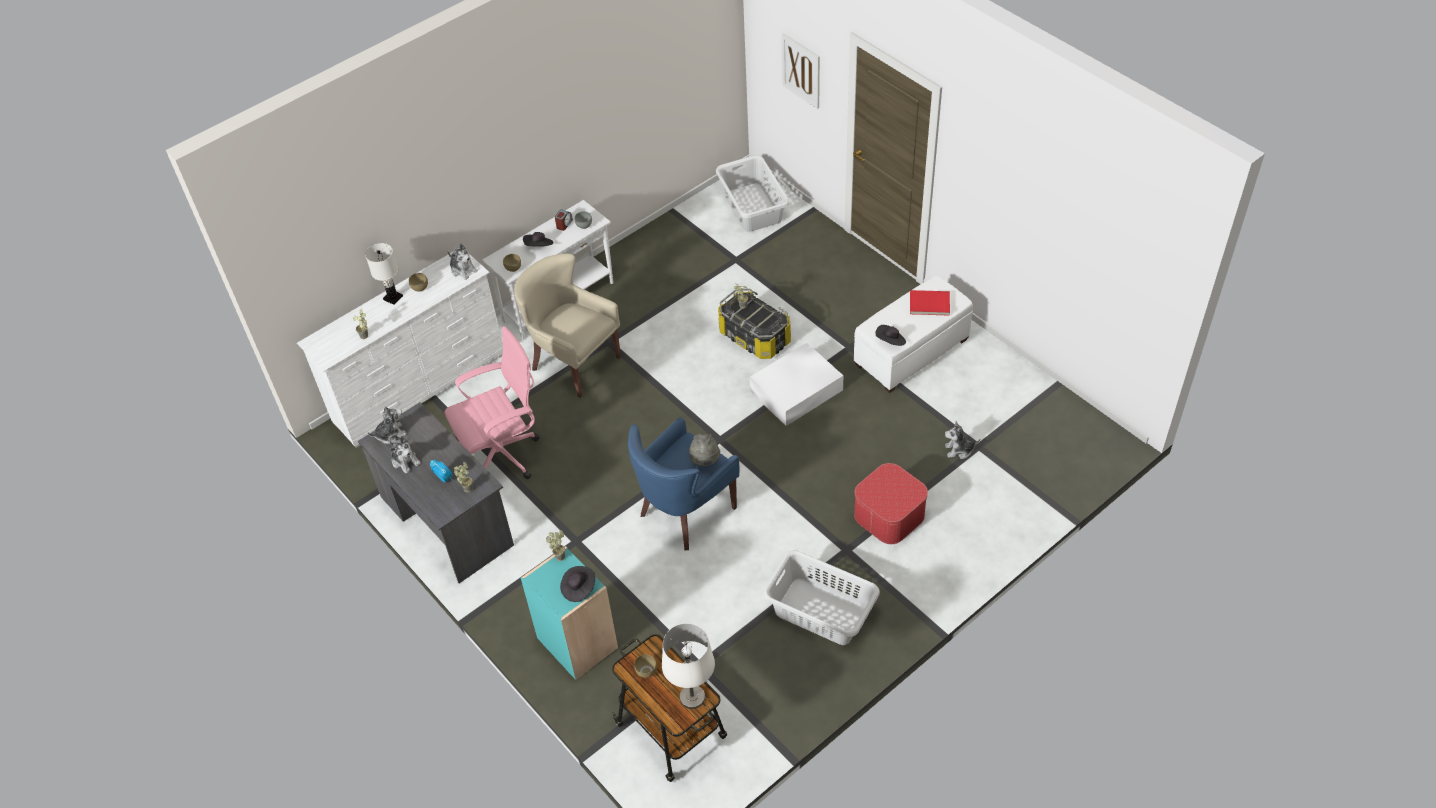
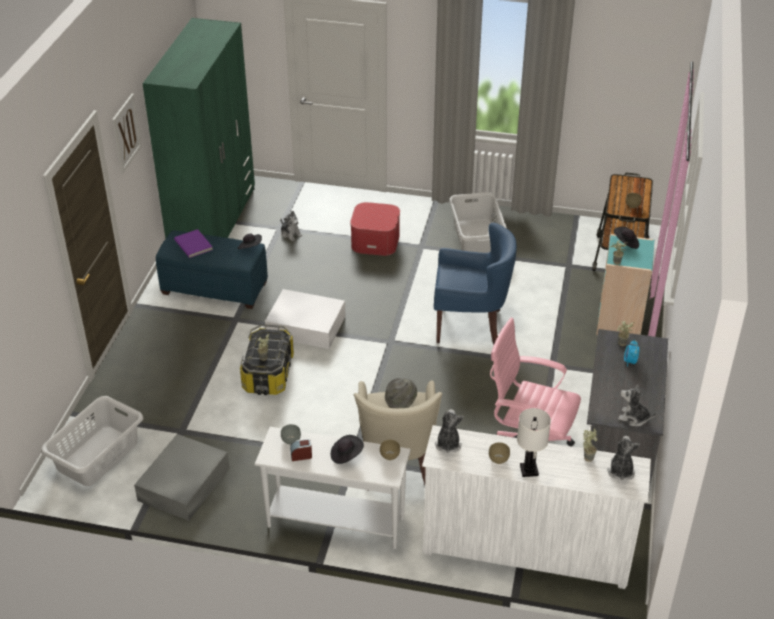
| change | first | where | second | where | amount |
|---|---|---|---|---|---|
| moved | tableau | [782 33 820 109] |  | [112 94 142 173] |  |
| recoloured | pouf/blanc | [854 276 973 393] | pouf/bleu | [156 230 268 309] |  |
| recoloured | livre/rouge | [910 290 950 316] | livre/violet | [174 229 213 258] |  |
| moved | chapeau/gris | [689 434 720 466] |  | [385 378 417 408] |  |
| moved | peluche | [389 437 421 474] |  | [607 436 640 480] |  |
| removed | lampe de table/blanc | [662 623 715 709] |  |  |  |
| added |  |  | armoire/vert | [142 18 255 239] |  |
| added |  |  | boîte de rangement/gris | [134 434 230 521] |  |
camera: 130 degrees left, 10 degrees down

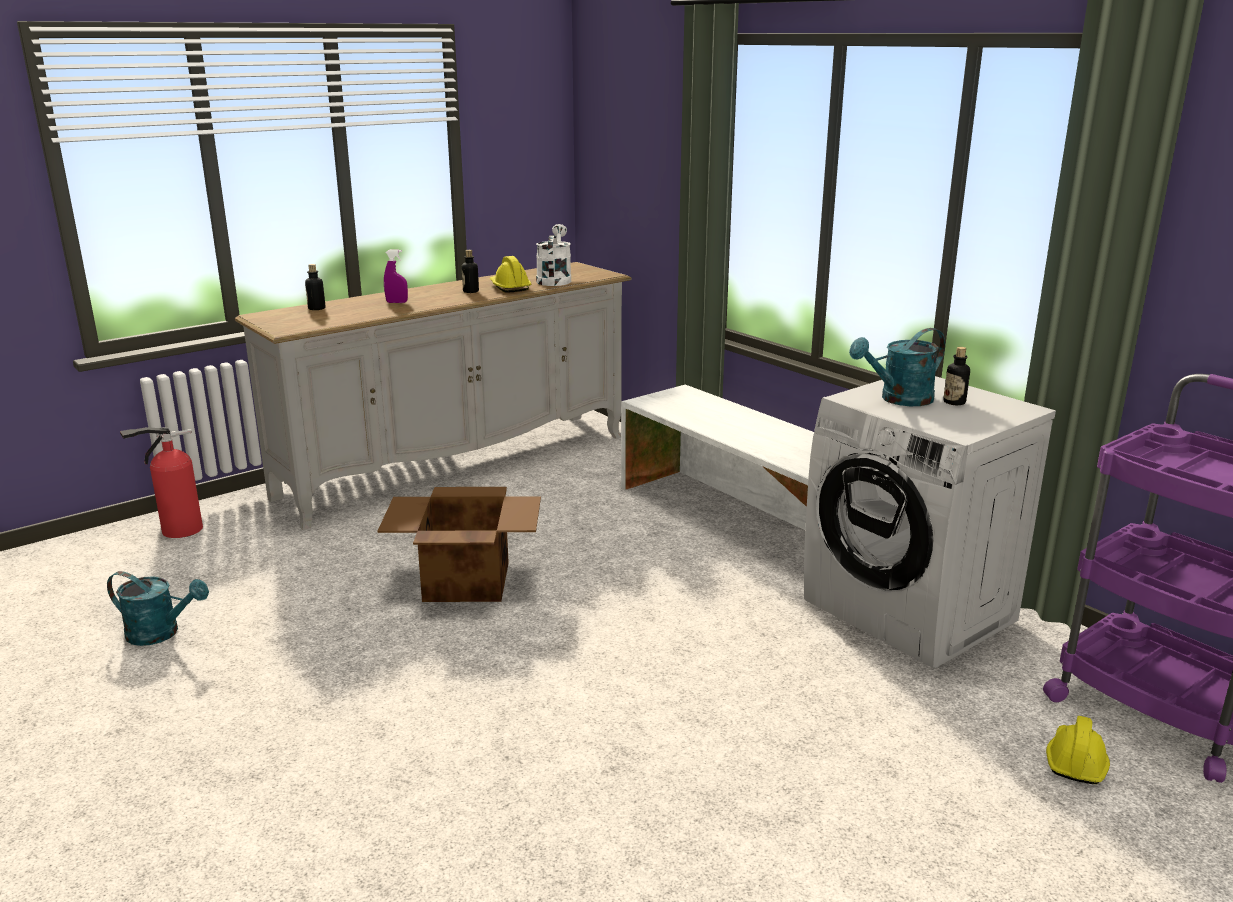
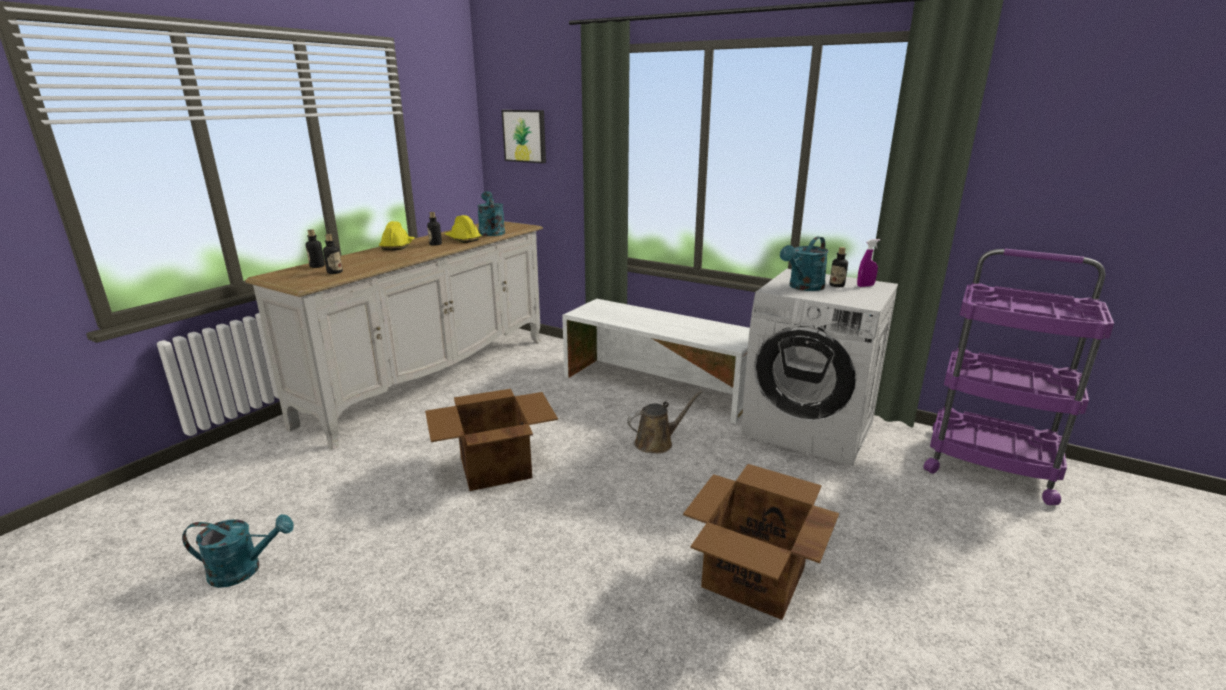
| change | first | where | second | where | amount |
|---|---|---|---|---|---|
| recoloured | arrosoir/blanc | [536 224 571 286] | arrosoir/turquoise | [477 191 505 236] |  |
| moved | vaporisateur/violet | [384 249 408 303] |  | [857 239 880 287] |  |
| removed | extincteur | [120 427 203 538] |  |  |  |
| moved | casque de chantier/jaune | [1046 716 1110 784] |  | [379 221 414 250] |  |
| added |  |  | tableau | [501 110 546 163] |  |
| added |  |  | bouteille | [323 234 343 274] |  |
| added |  |  | arrosoir/marron | [627 391 703 453] |  |
| added |  |  | carton | [683 464 839 620] |  |
camera: 20 degrees left, 0 degrees up

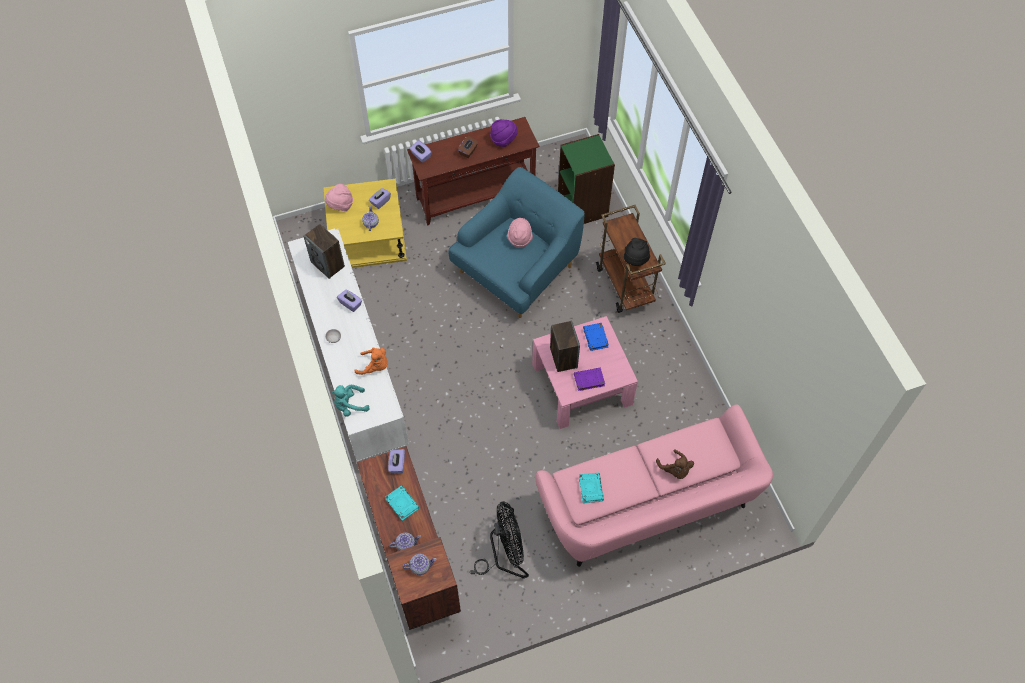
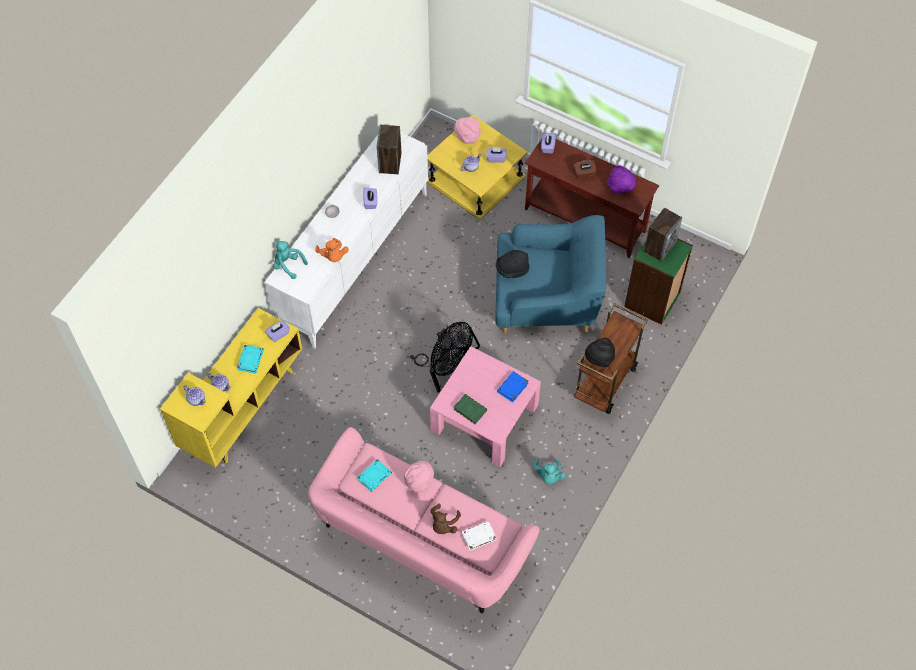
| change | first | where | second | where | amount |
|---|---|---|---|---|---|
| moved | chapeau/rose | [507 218 533 248] |  | [403 461 434 492] |  |
| moved | enceinte | [550 320 580 372] |  | [644 208 682 262] |  |
| recoloured | livre/violet | [574 368 605 391] | livre/vert | [453 394 487 424] |  |
| recoloured | meuble télé/marron | [357 446 461 630] | meuble télé/jaune | [160 308 302 468] |  |
| moved | ventilateur/noir | [470 501 529 579] |  | [410 322 480 393] |  |
| added |  |  | chapeau/noir | [496 250 529 278] |  |
| added |  |  | peluche/turquoise | [534 458 565 484] |  |
| added |  |  | livre/blanc | [462 521 496 551] |  |
camera: 50 degrees right, 0 degrees up

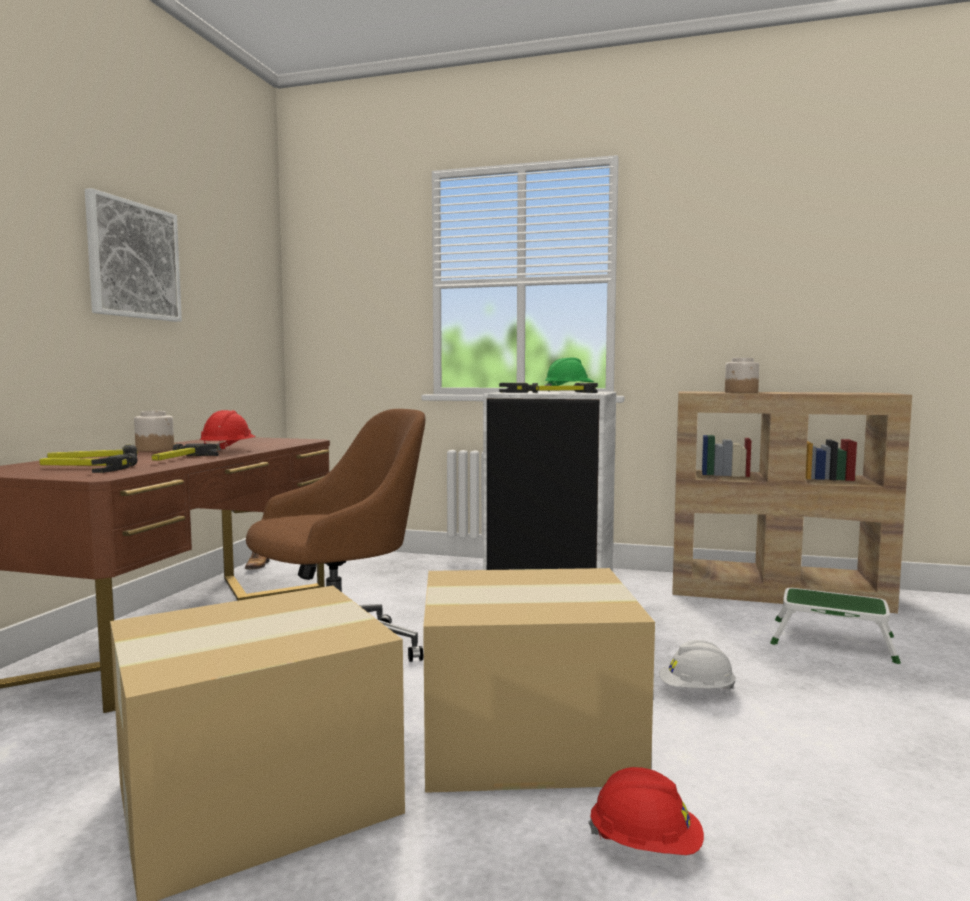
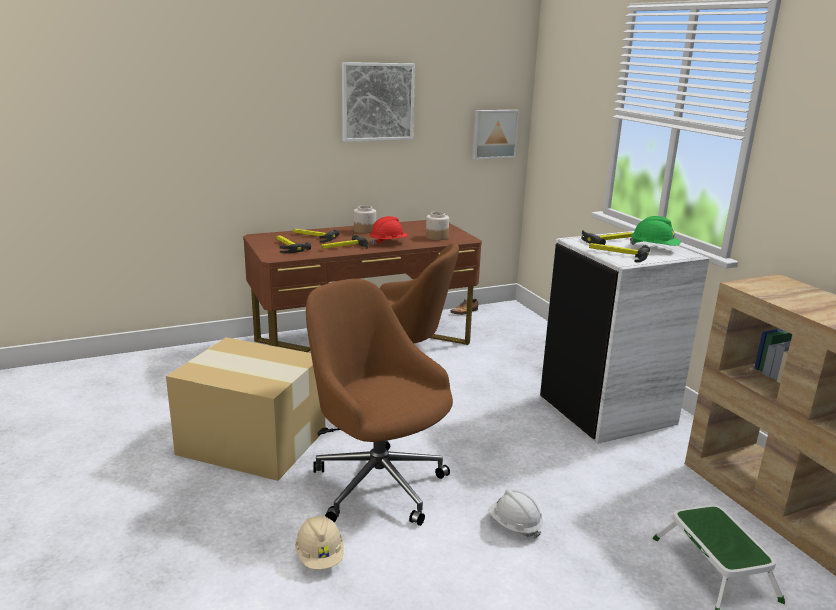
| change | first | where | second | where | amount |
|---|---|---|---|---|---|
| moved | bocal | [725 358 759 393] |  | [426 212 449 240] |  |
| replaced | carton | [423 568 655 793] | chaise de bureau/marron | [306 279 453 526] |  |
| recoloured | casque de chantier/rouge | [588 767 704 855] | casque de chantier/beige | [295 515 344 570] |  |
| added |  |  | tableau | [472 110 519 159] |  |
camera: 50 degrees right, 15 degrees up

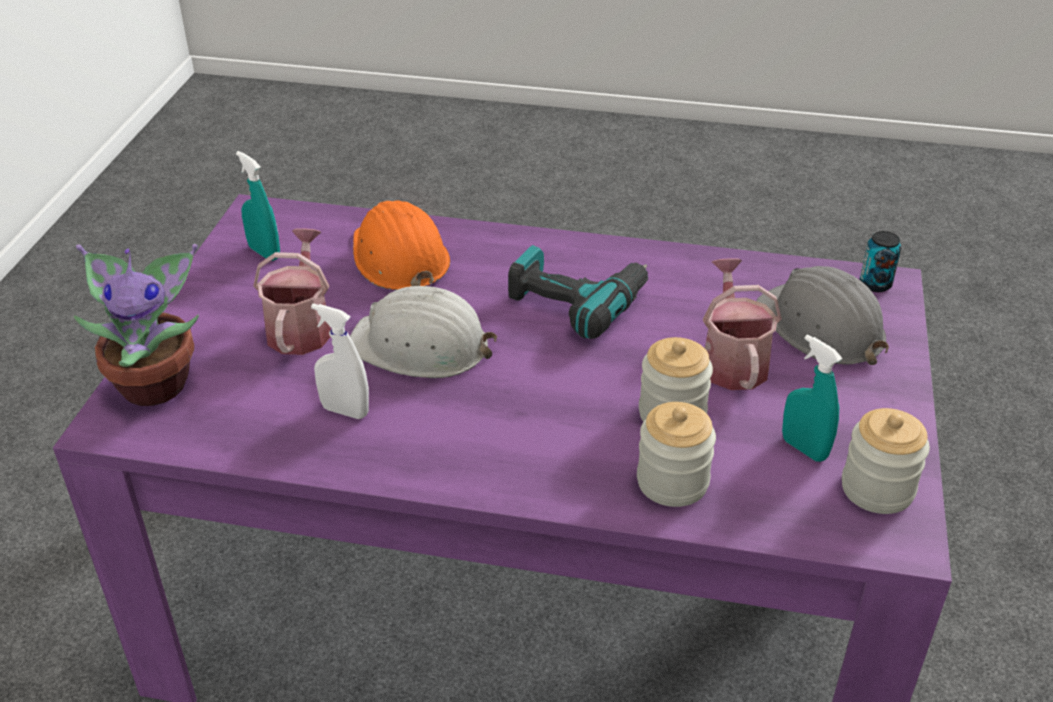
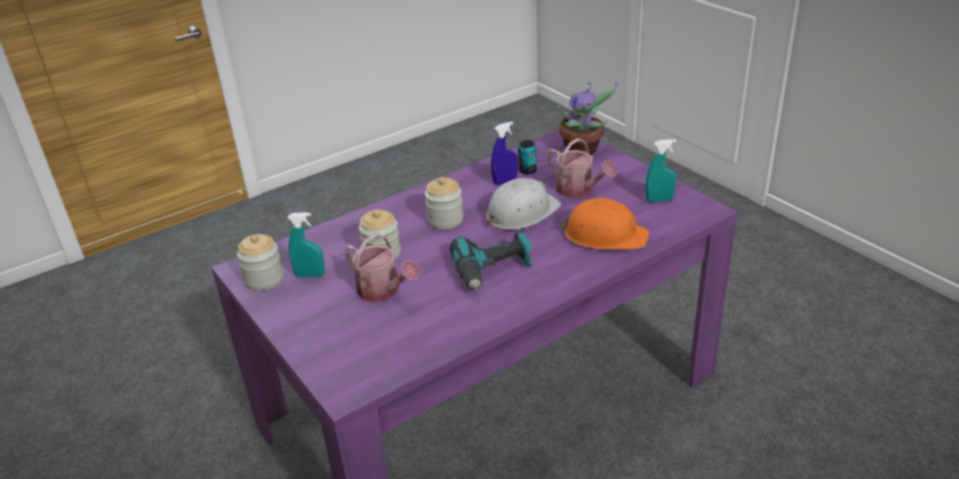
| change | first | where | second | where | amount |
|---|---|---|---|---|---|
| moved | boîte métallique | [860 231 901 292] |  | [518 140 537 174] |  |
| removed | casque de chantier/gris | [757 266 889 365] |  |  |  |
| recoloured | vaporisateur/blanc | [311 304 369 419] | vaporisateur/bleu | [491 122 518 185] |  |
| moved | bocal | [637 402 716 507] |  | [425 177 463 229] |  |
camera: 135 degrees right, 5 degrees down

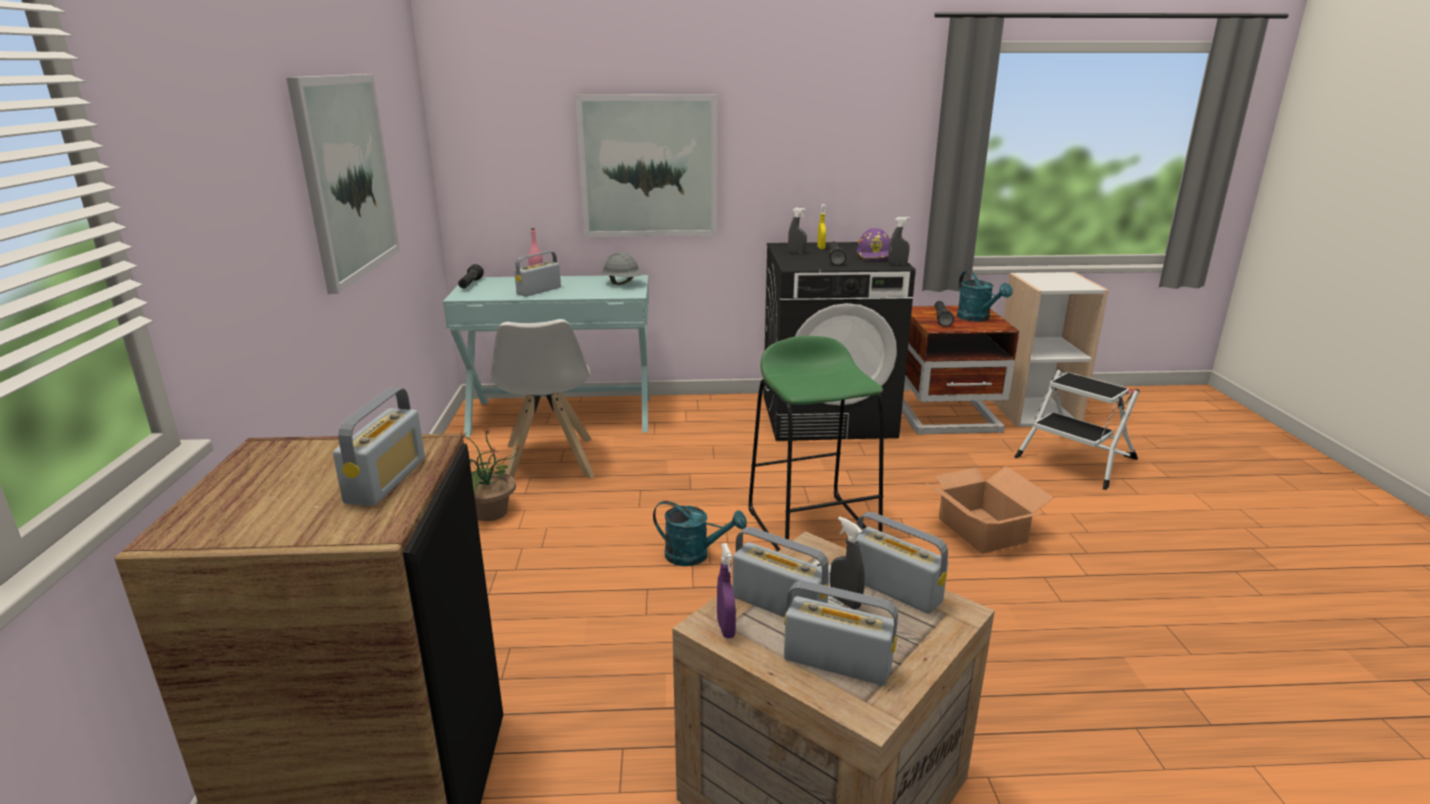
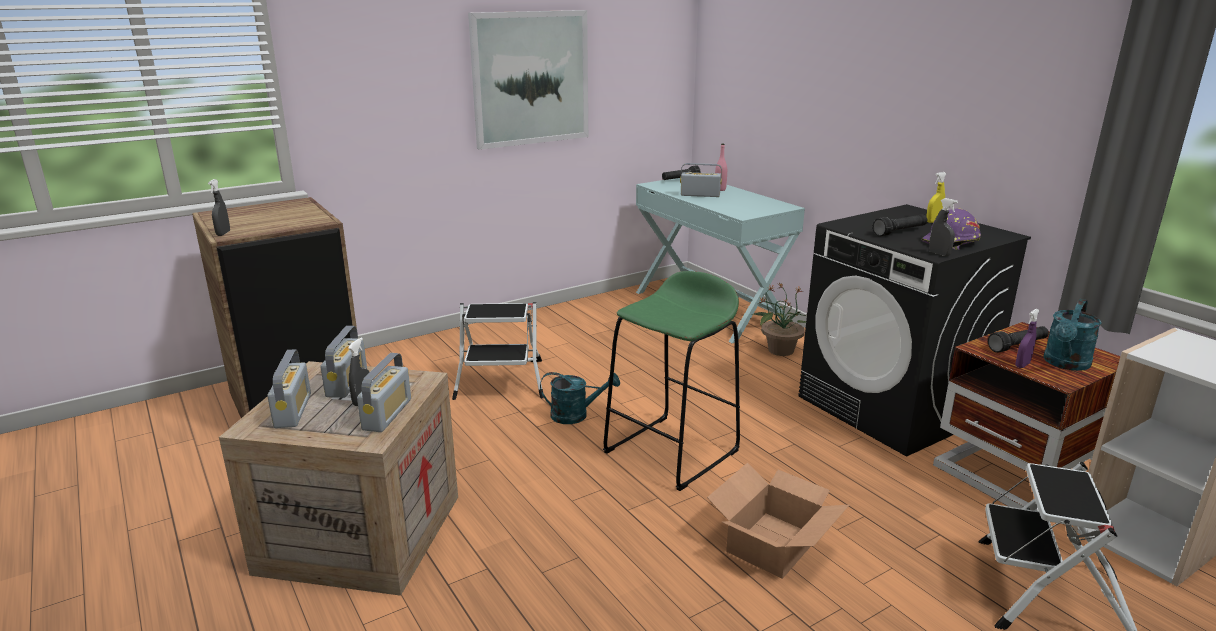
| change | first | where | second | where | amount |
|---|---|---|---|---|---|
| removed | tableau | [575 94 717 237] |  |  |  |
| moved | vaporisateur/gris | [788 208 807 254] |  | [208 179 230 236] |  |
| removed | casque de chantier/gris | [602 252 645 285] |  |  |  |
| removed | chaise | [491 319 595 478] |  |  |  |
| removed | radio | [333 388 425 506] |  |  |  |
| moved | plante en pot | [460 428 522 521] |  | [752 282 807 356] |  |
| turned | arrosoir/turquoise | [653 501 747 566] |  | [540 372 620 424] | 75 degrees counterclockwise |
| moved | vaporisateur/violet | [717 543 736 638] |  | [1015 309 1039 368] |  |
| added |  |  | escabeau | [452 302 544 400] |  |
camera: 60 degrees right, 0 degrees up

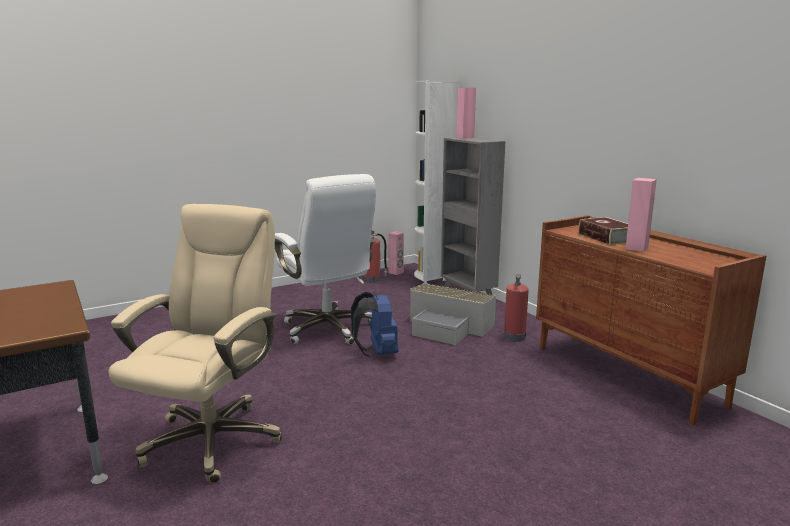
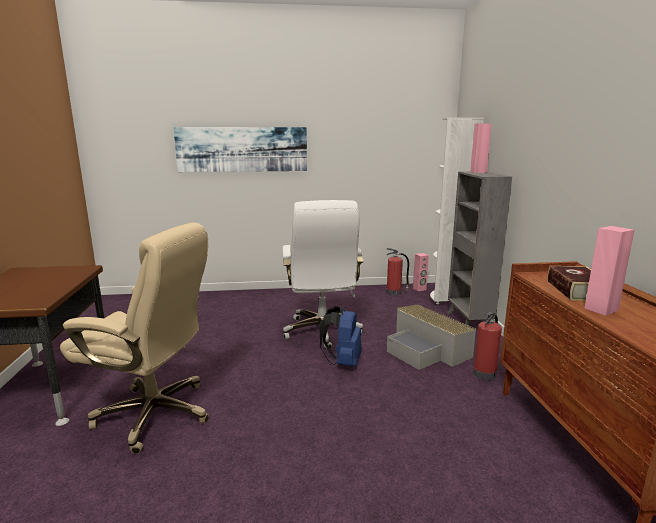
| change | first | where | second | where | amount |
|---|---|---|---|---|---|
| turned | chaise de bureau/beige | [108 204 282 484] |  | [60 223 209 454] | 60 degrees clockwise |
| added |  |  | tableau | [173 127 307 172] |  |
camera: 25 degrees right, 0 degrees up

